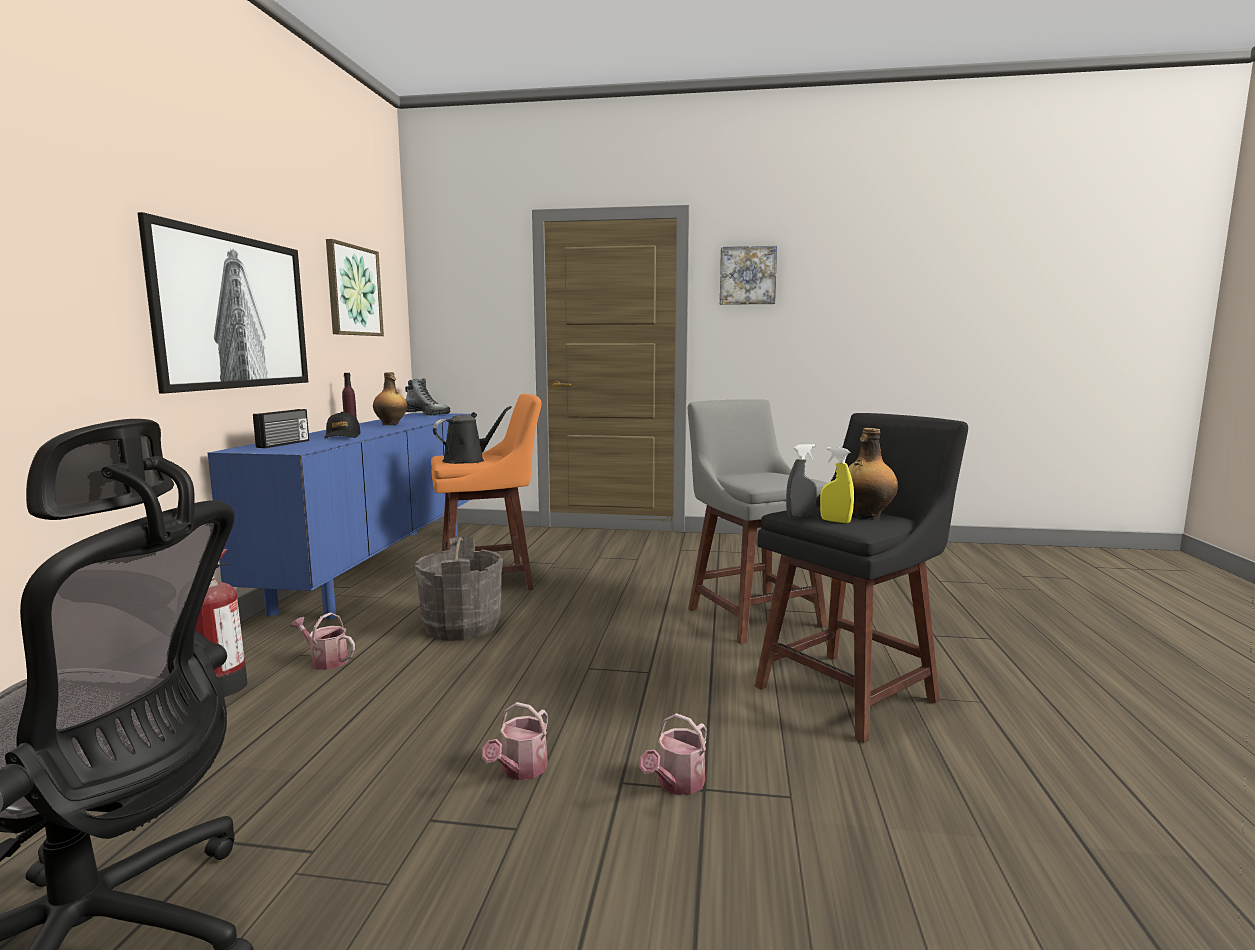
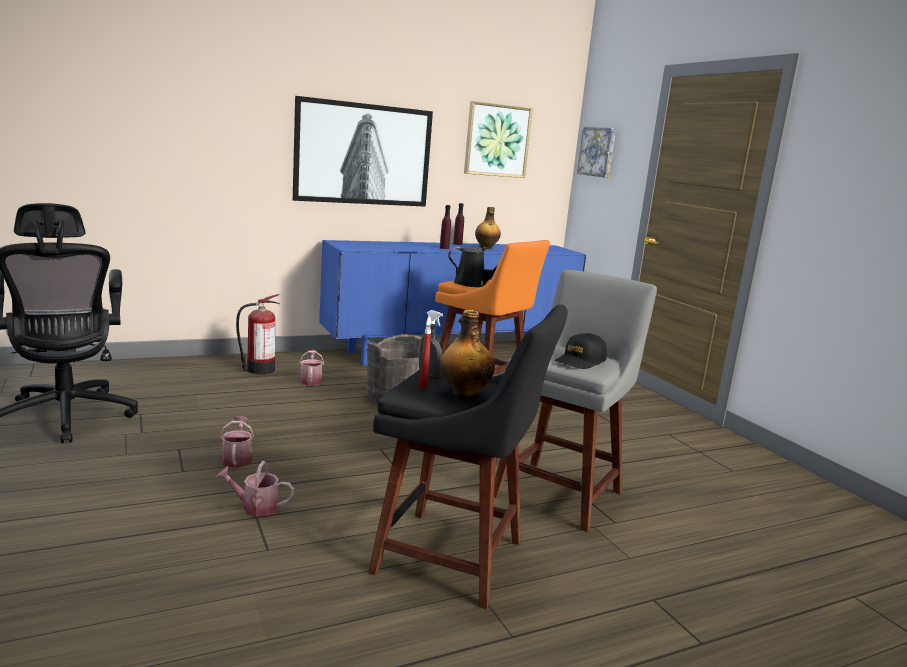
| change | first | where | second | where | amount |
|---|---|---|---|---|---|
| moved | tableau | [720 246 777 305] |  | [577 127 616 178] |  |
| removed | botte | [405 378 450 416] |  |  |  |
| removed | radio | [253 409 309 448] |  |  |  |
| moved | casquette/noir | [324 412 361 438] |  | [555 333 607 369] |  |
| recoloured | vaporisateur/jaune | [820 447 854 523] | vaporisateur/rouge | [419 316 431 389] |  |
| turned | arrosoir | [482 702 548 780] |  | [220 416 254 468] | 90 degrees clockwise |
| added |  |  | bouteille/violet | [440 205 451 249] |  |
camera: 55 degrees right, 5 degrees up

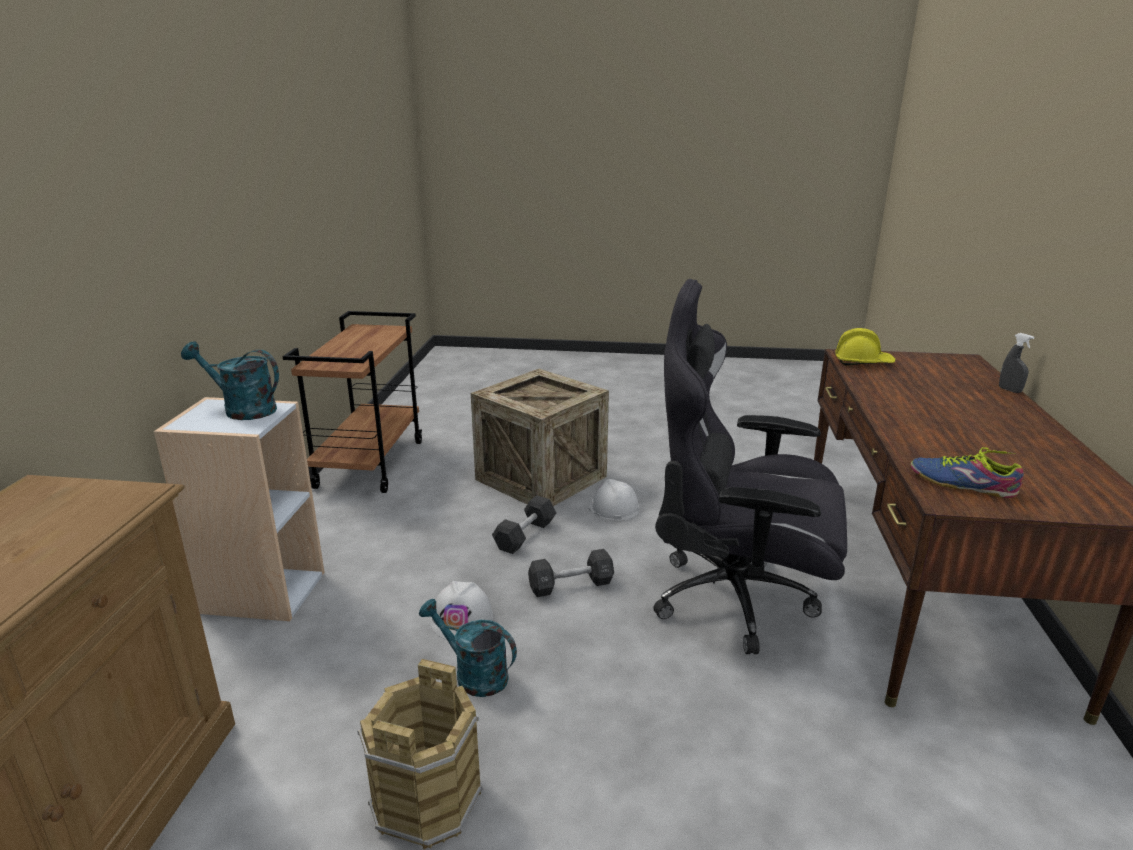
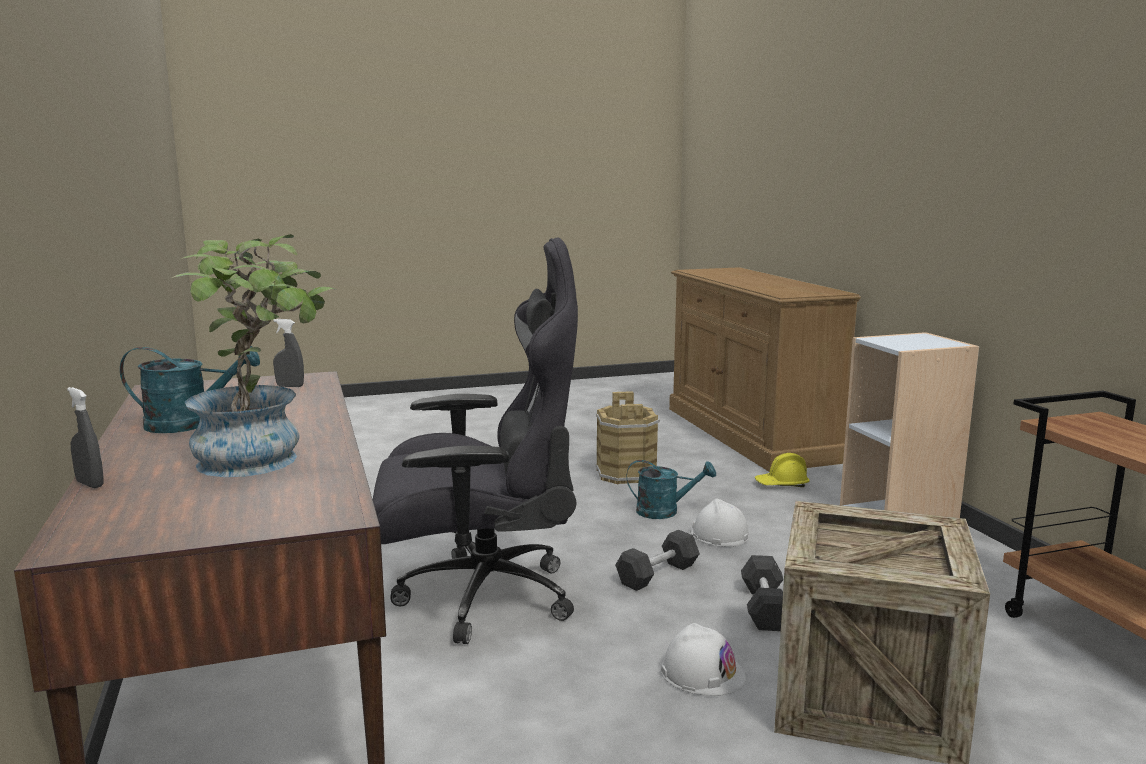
| change | first | where | second | where | amount |
|---|---|---|---|---|---|
| moved | casque de chantier/jaune | [835 328 895 365] |  | [754 453 810 487] |  |
| moved | arrosoir/turquoise | [181 341 279 420] |  | [120 346 260 433] |  |
| replaced | chaussure | [911 447 1024 498] | vaporisateur/gris | [273 319 304 387] |  |
| added |  |  | plante en pot | [172 234 334 477] |  |
camera: 155 degrees right, 10 degrees down

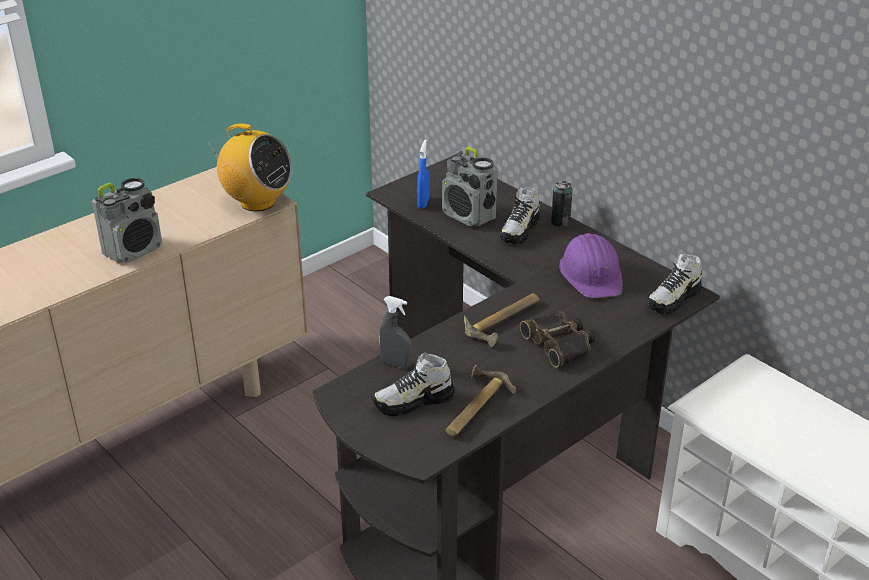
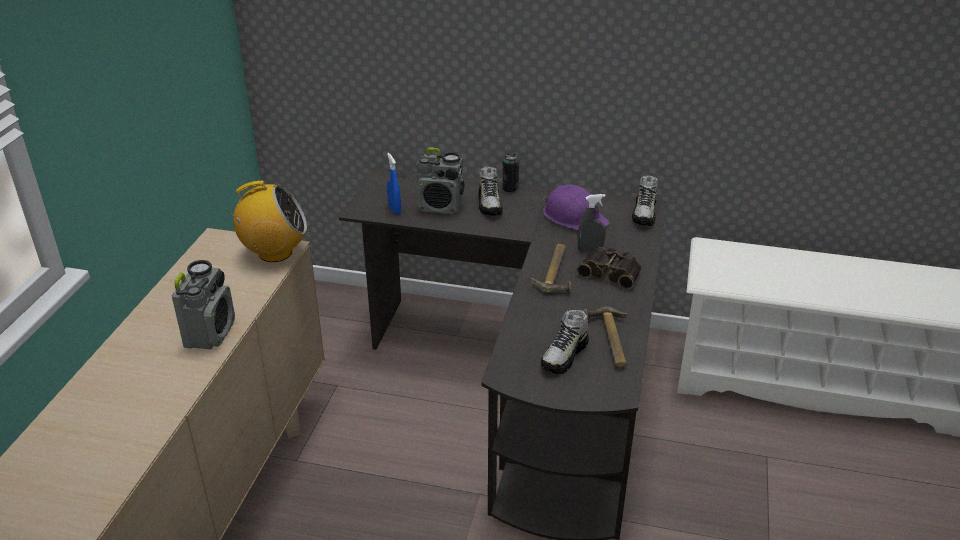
| change | first | where | second | where | amount |
|---|---|---|---|---|---|
| moved | vaporisateur/gris | [379 296 412 368] |  | [578 194 606 251] |  |
camera: 35 degrees left, 0 degrees up

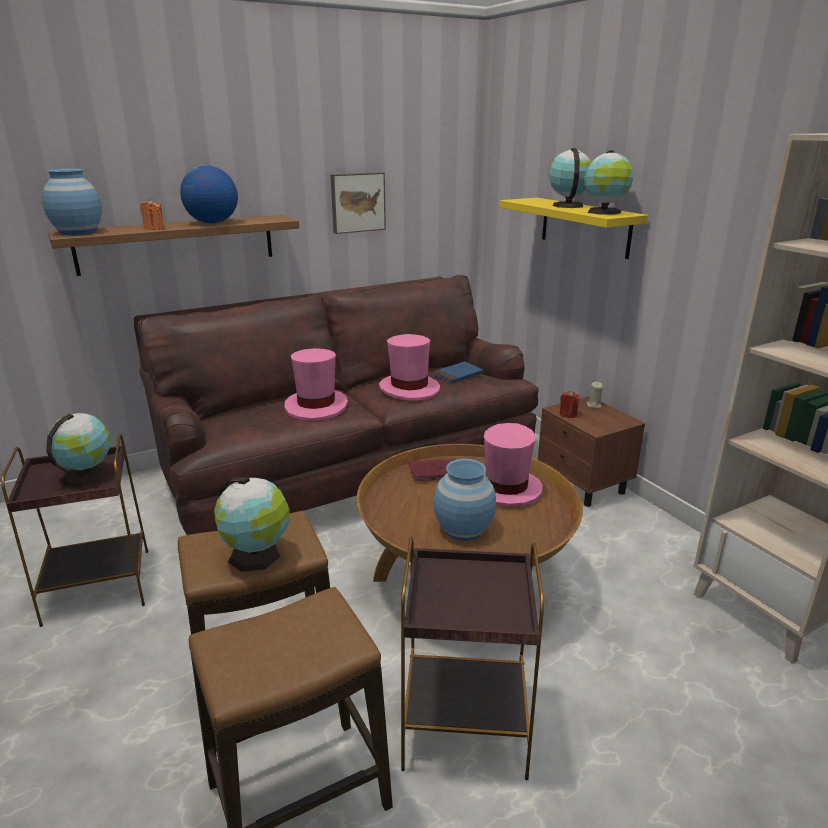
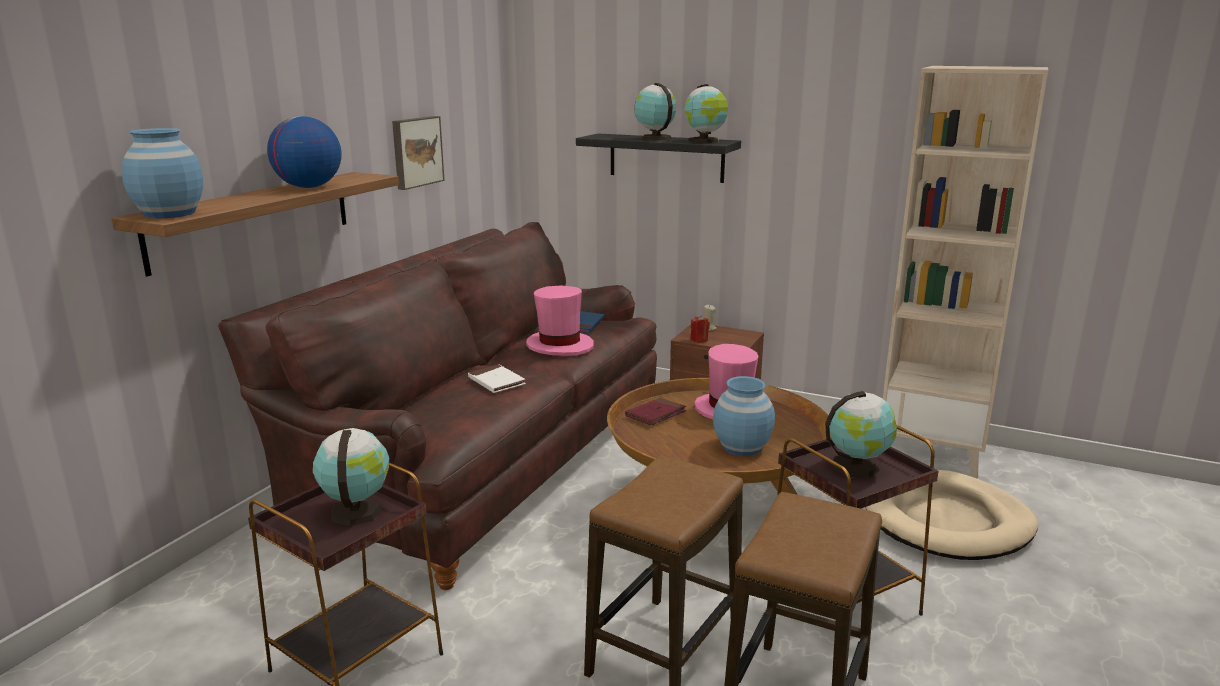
| change | first | where | second | where | amount |
|---|---|---|---|---|---|
| recoloured | étagère/jaune | [500 198 648 259] | étagère/noir | [576 134 741 183] |  |
| removed | bougie/orange | [140 199 164 230] |  |  |  |
| replaced | chapeau/rose | [285 348 348 421] | livre/blanc | [468 364 526 393] |  |
| moved | globe | [214 477 290 572] |  | [825 391 897 478] |  |
| added |  |  | panier pour chien/beige | [865 470 1038 560] |  |
camera: 35 degrees left, 5 degrees down

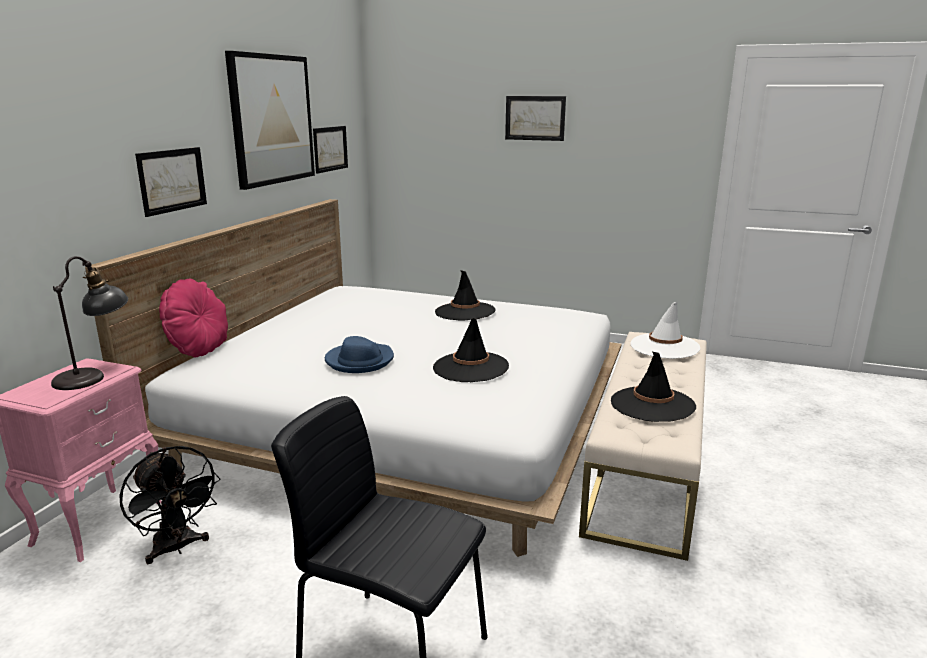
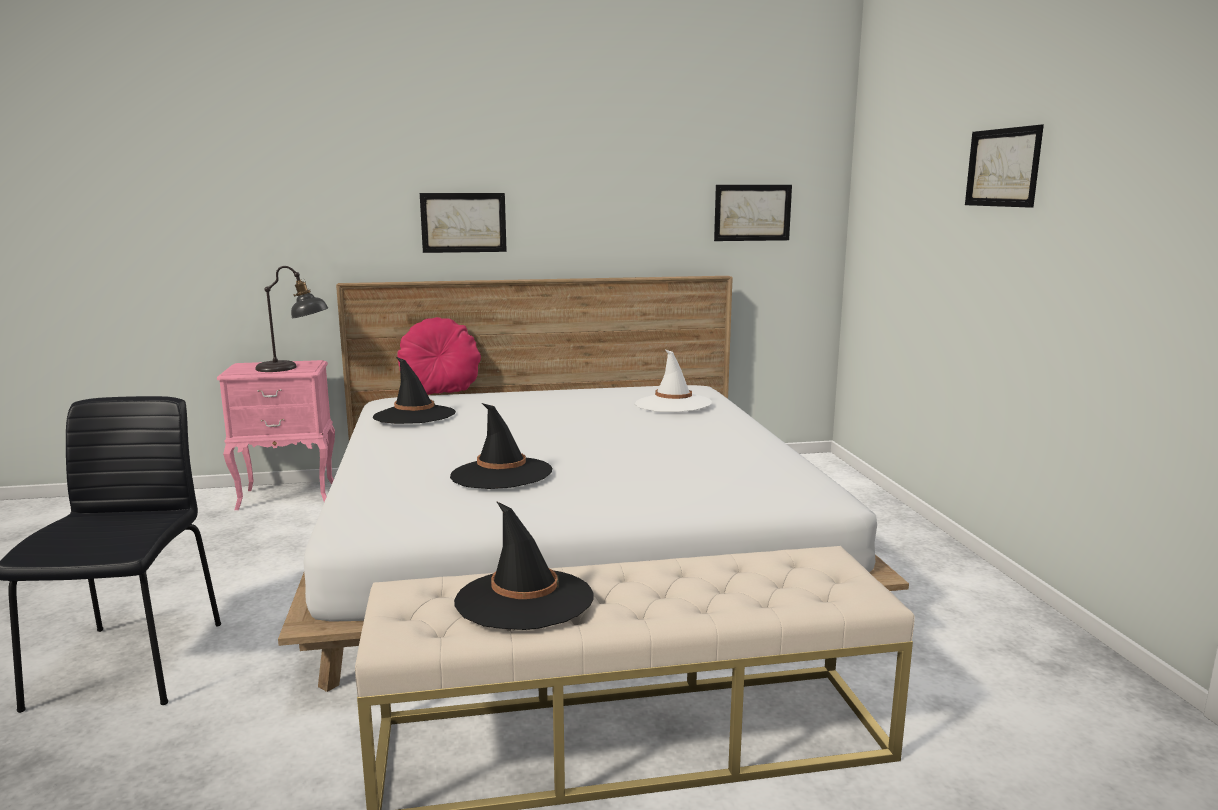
| change | first | where | second | where | amount |
|---|---|---|---|---|---|
| removed | tableau | [225 51 315 190] |  |  |  |
| moved | chapeau/noir | [435 270 496 320] |  | [373 356 456 424] |  |
| moved | chapeau/blanc | [630 302 700 359] |  | [635 350 712 412] |  |
| removed | chapeau/bleu | [325 336 394 373] |  |  |  |
| removed | ventilateur/noir | [119 446 220 564] |  |  |  |
camera: 60 degrees right, 5 degrees down

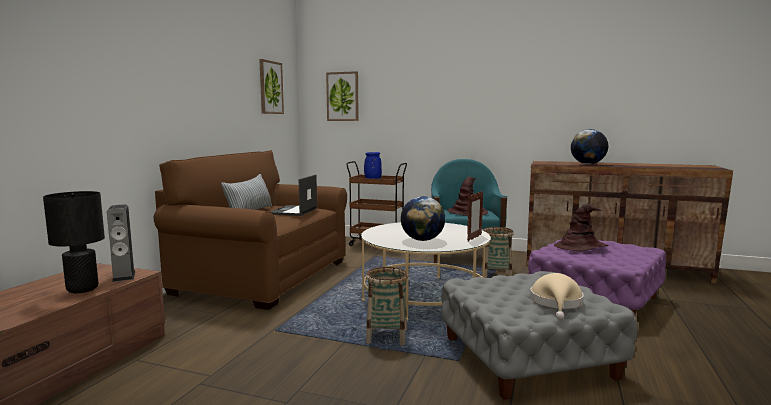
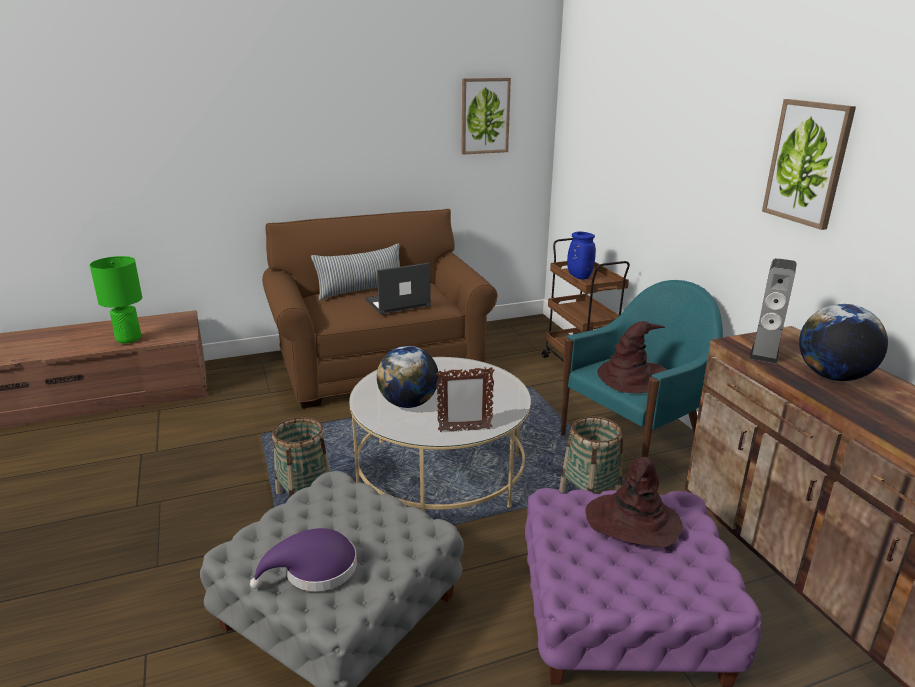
| change | first | where | second | where | amount |
|---|---|---|---|---|---|
| moved | tableau | [326 71 359 121] |  | [762 99 856 230] |  |
| recoloured | lampe de table/noir | [43 191 105 293] | lampe de table/vert | [90 256 142 344] |  |
| moved | enceinte | [107 205 136 282] |  | [749 258 797 364] |  |
| recoloured | chapeau/beige | [530 273 584 320] | chapeau/violet | [250 528 357 591] |  |
camera: 50 degrees right, 15 degrees up

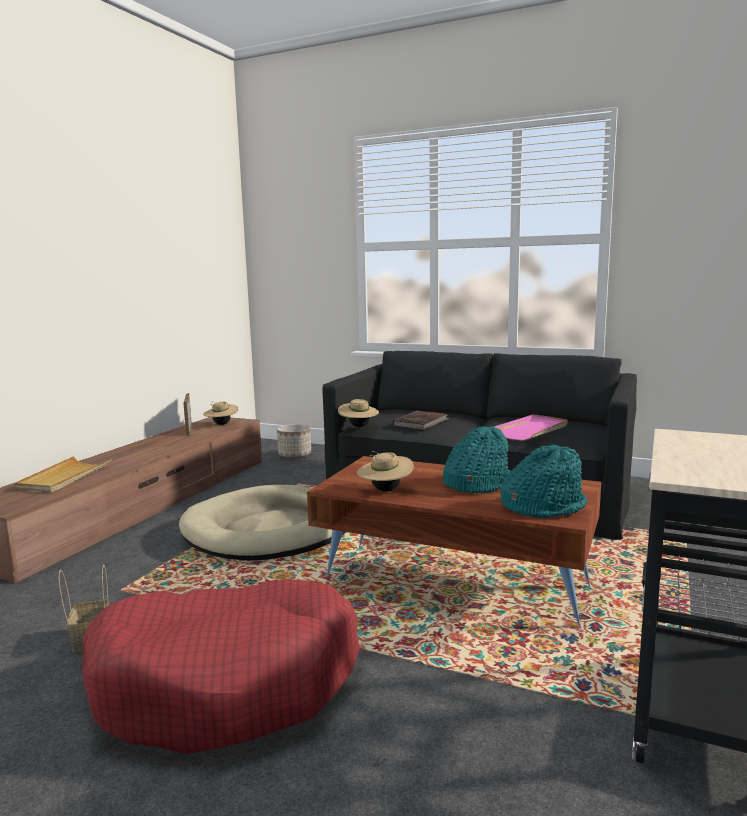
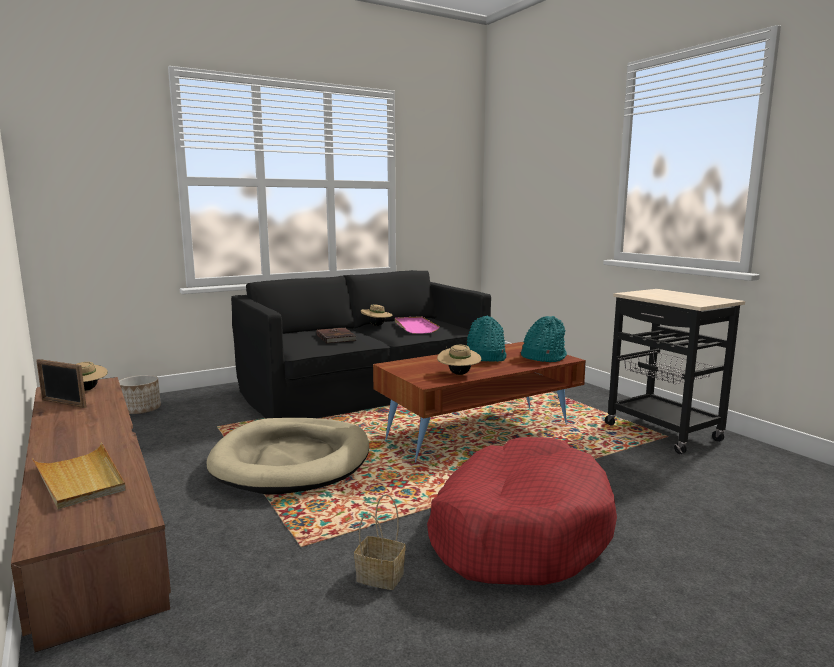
| change | first | where | second | where | amount |
|---|---|---|---|---|---|
| moved | chapeau/beige | [338 399 379 427] |  | [361 305 393 326] |  |
camera: 55 degrees left, 0 degrees up

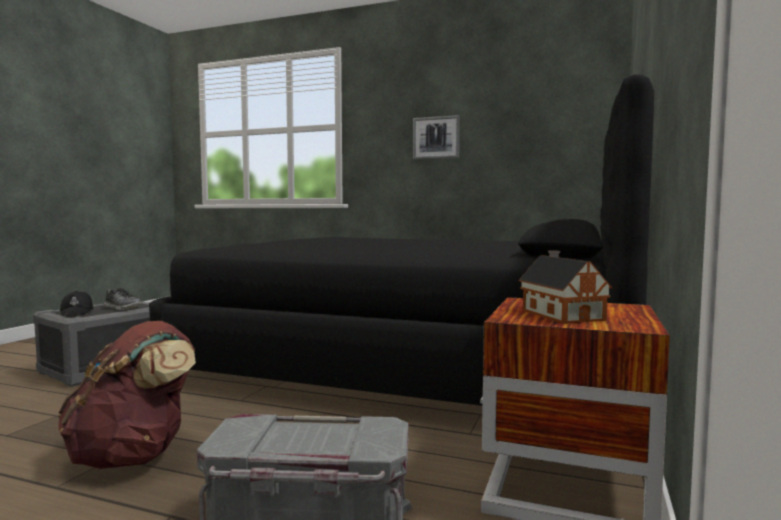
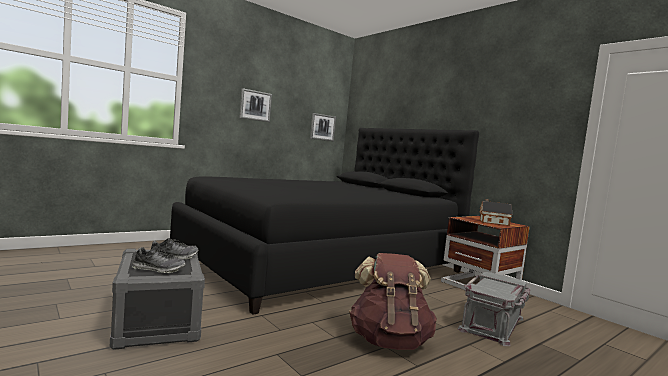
| change | first | where | second | where | amount |
|---|---|---|---|---|---|
| replaced | casquette/noir | [60 291 94 316] | chaussure | [132 247 186 273] |  |
| added |  |  | tableau | [310 113 336 141] |  |
camera: 60 degrees left, 0 degrees up

